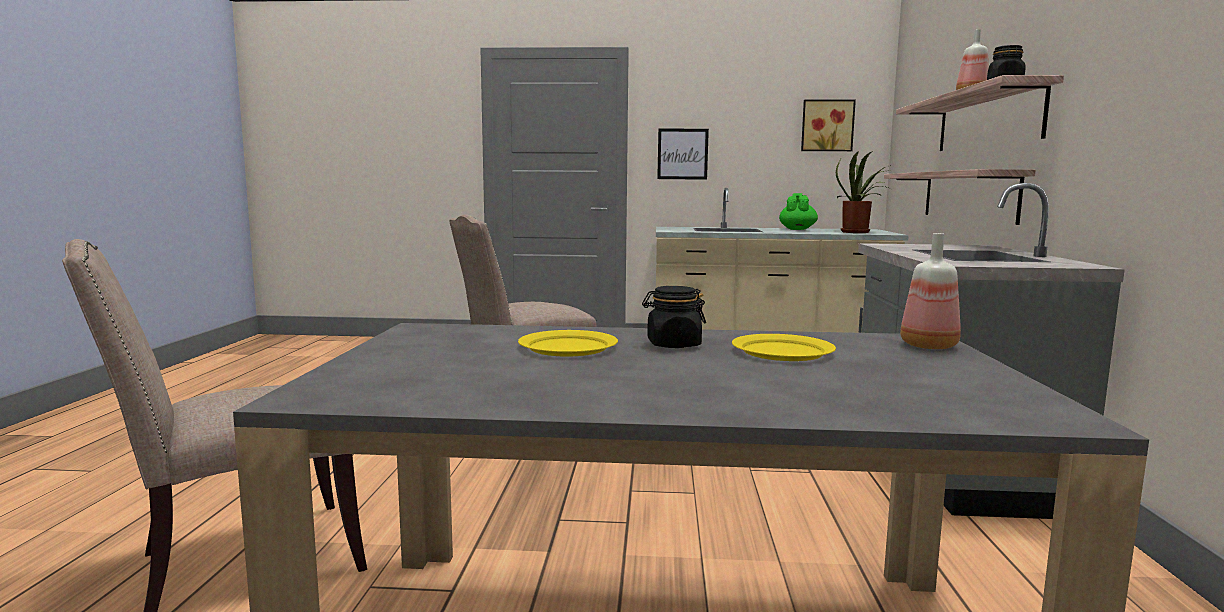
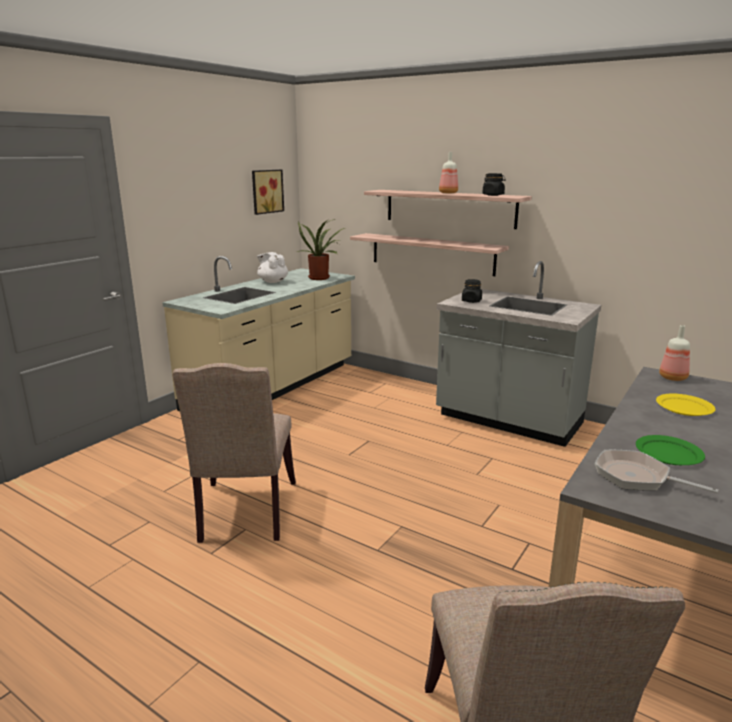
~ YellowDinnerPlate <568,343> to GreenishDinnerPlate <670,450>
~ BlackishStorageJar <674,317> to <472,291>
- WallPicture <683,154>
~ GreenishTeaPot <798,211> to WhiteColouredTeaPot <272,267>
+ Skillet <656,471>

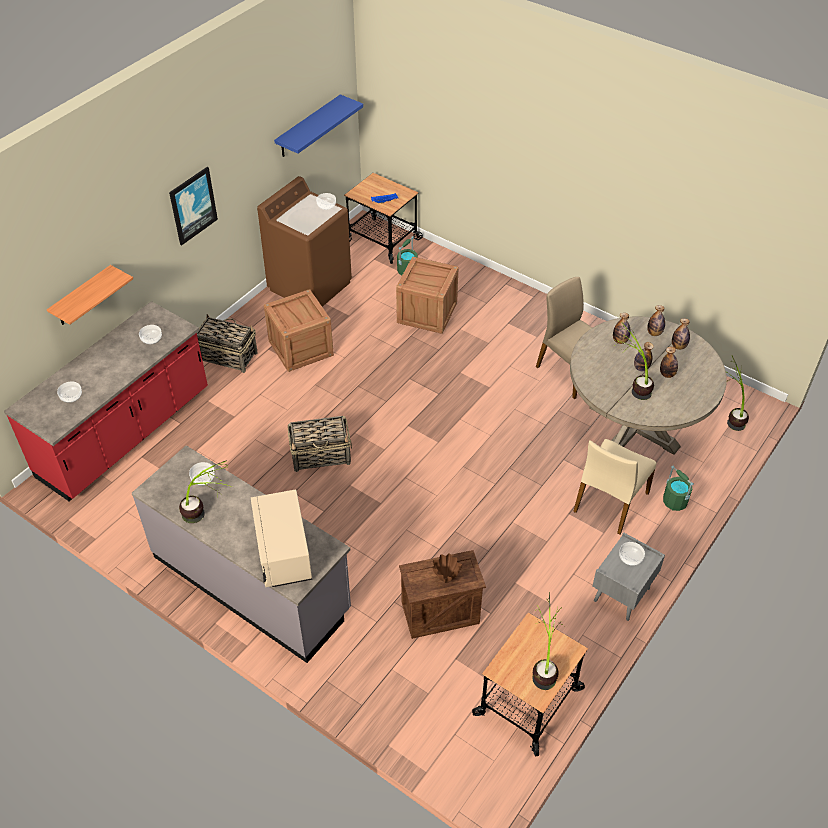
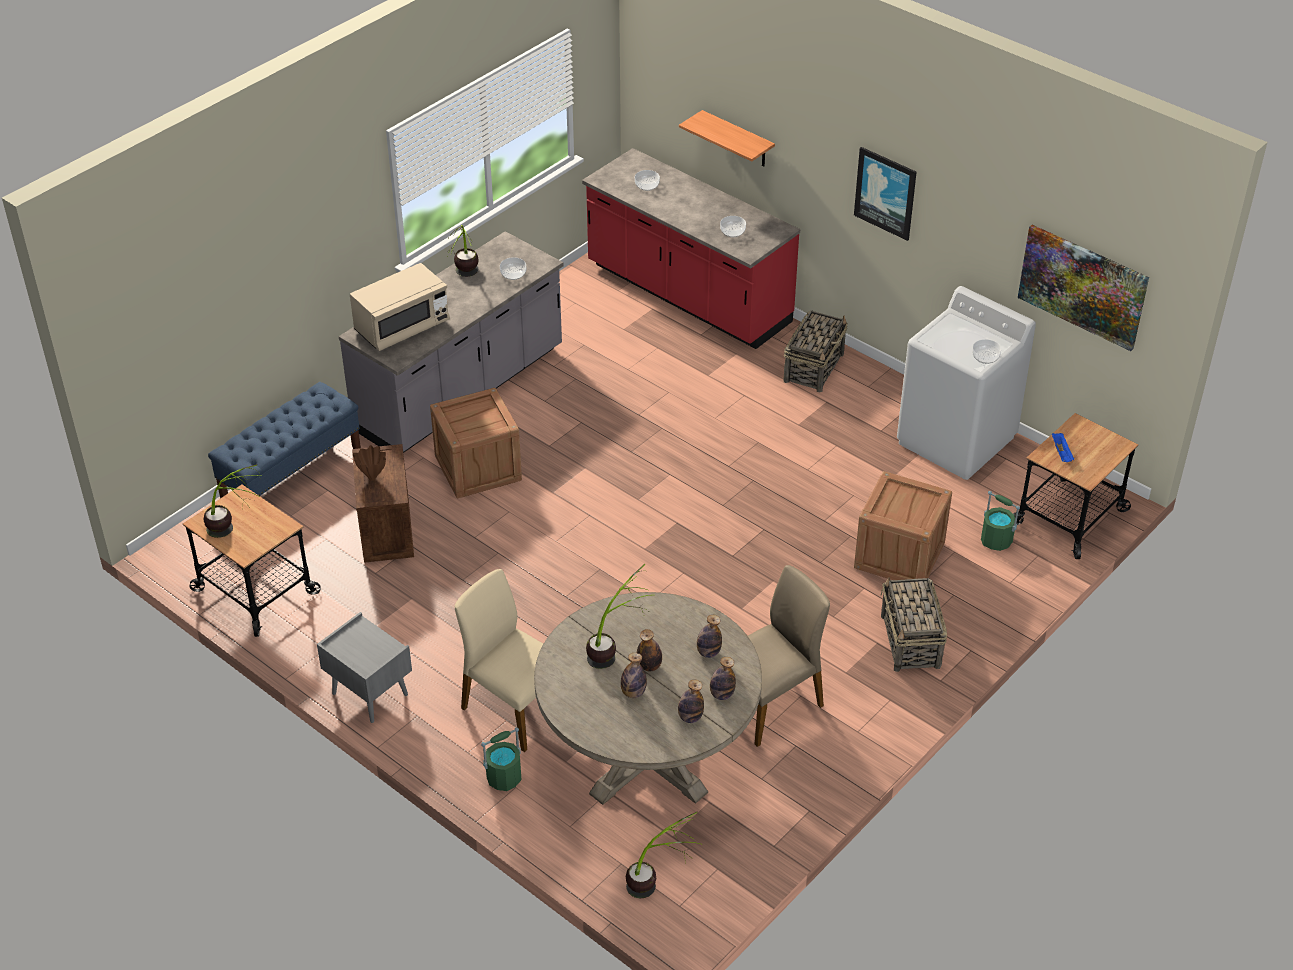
~ BeigeMicrowave <281,538> = <400,307> 150 degrees clockwise
~ BrownishLaundryMachine <304,241> to WhiteColouredLaundryMachine <966,383>
~ ShippingCrate <299,330> to <476,443>
~ BlueBracketShelf <318,125> to WallPicture <1083,288>
~ Basket <320,444> to <914,624>
- DeepDish <632,554>
+ BlueBench <284,440>

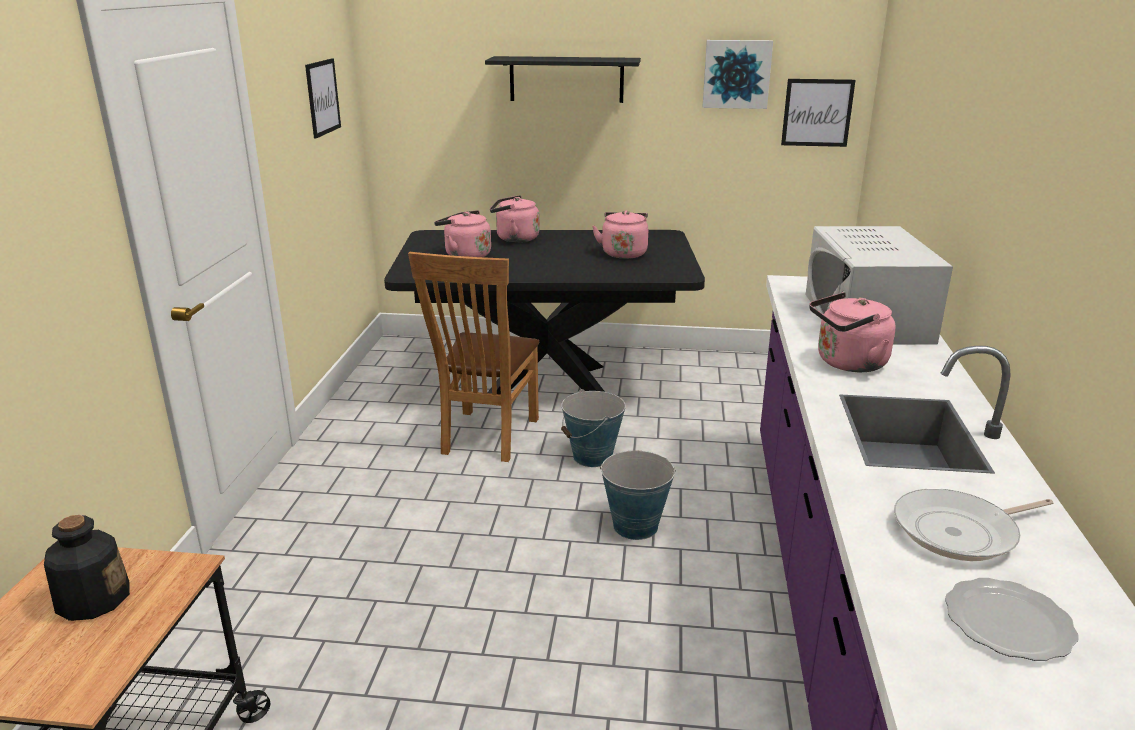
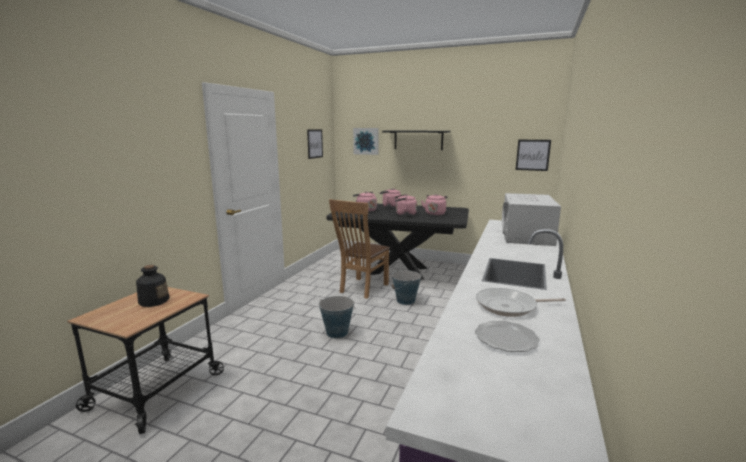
~ Bucket <638,495> to <337,317>
~ WallPicture <738,74> to <366,141>
~ PinkColouredWaterKettle <852,332> to <405,205>

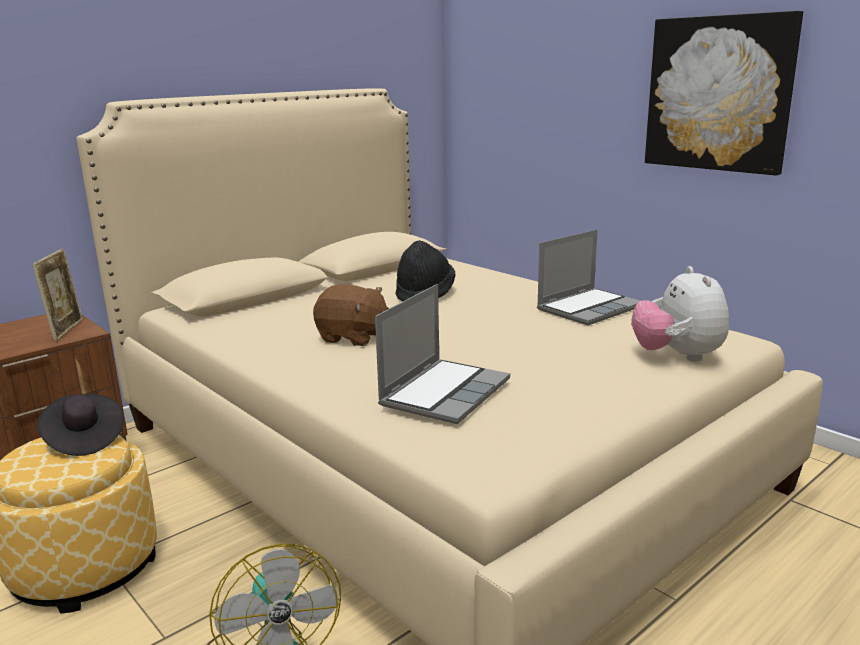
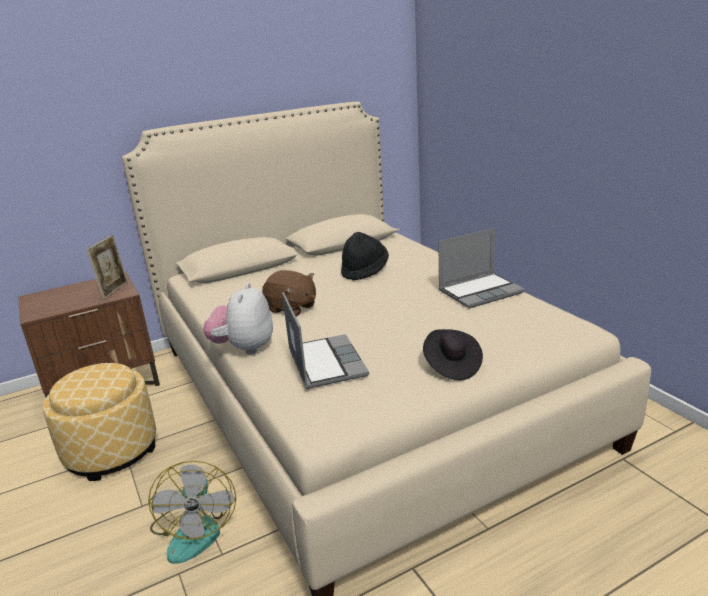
~ BlackishHat <80,425> to <453,355>
~ NotebookComputer <442,354> = <325,340> 60 degrees counterclockwise
~ PlushToy <680,314> to <238,319>
- WallPicture <724,93>

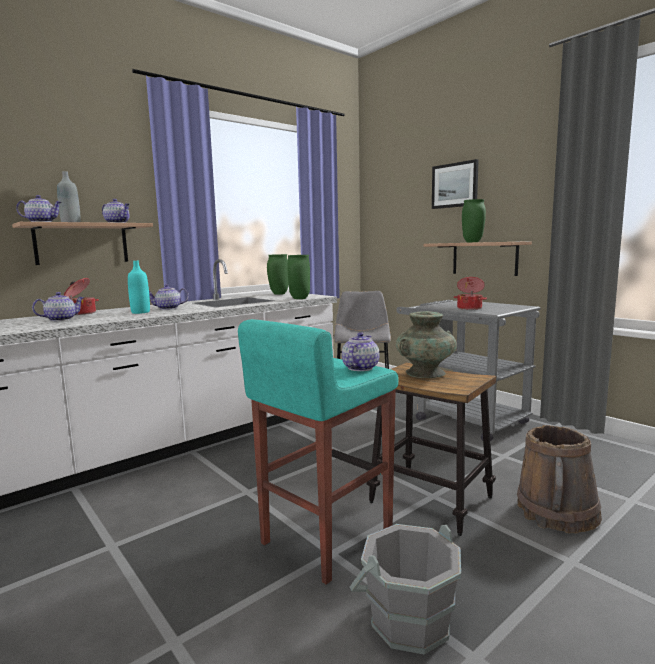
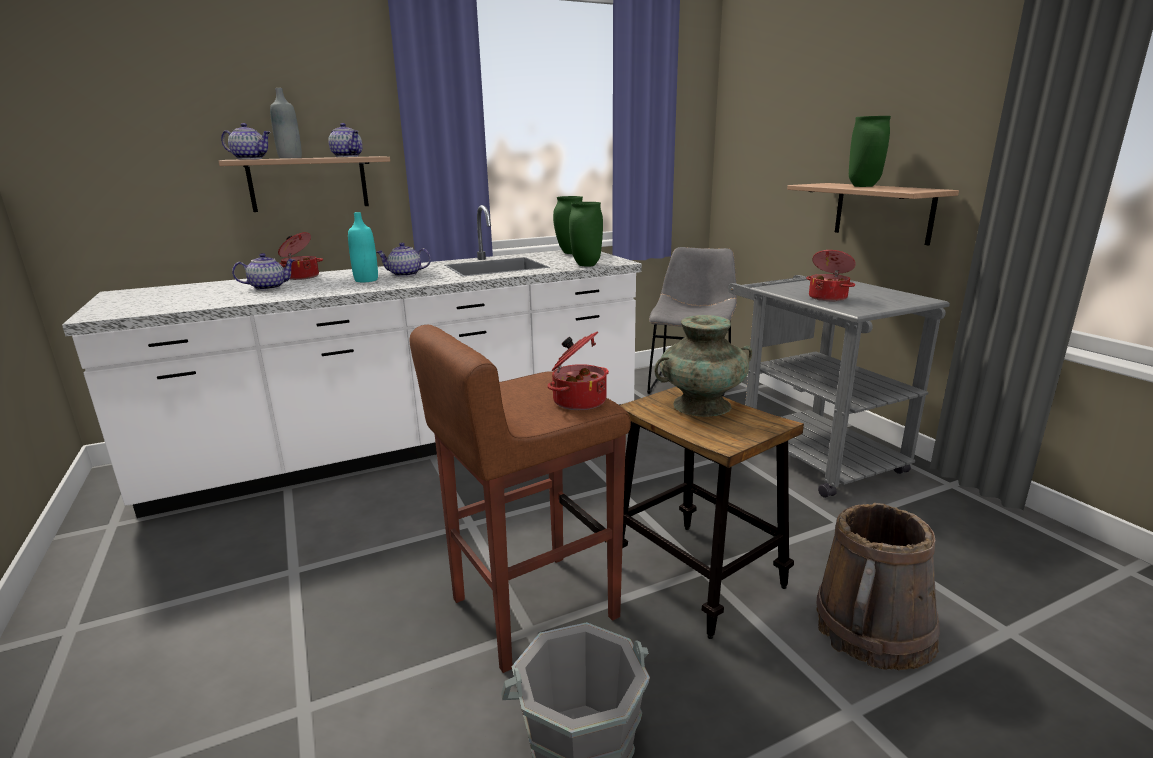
~ TurquoiseStool <318,452> to BrownishStool <520,499>
~ TeaPot <360,351> to Saucepot <578,371>
- WallPicture <455,184>

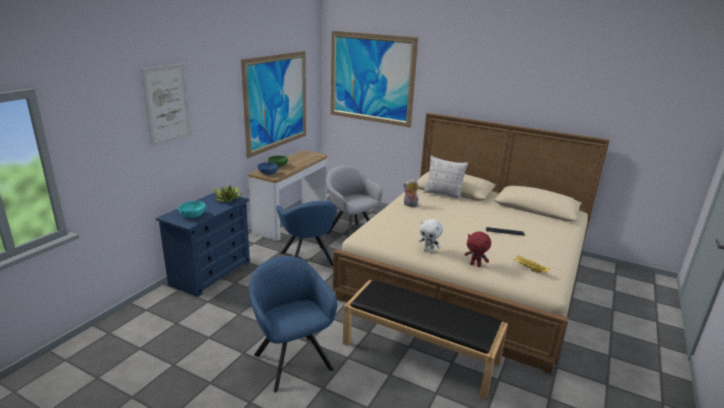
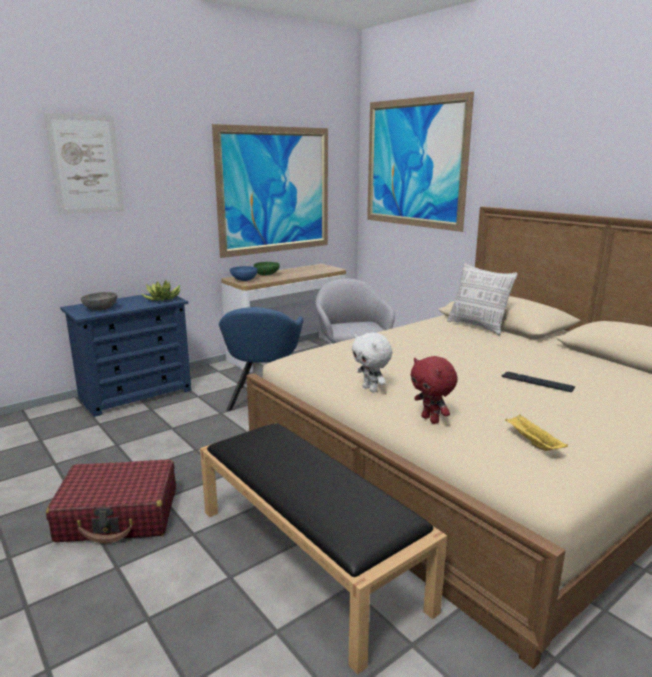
~ TurquoiseDeepDish <192,209> to GreyishDeepDish <99,301>
~ BlueEasyChair <293,324> to RedSuitcase <111,501>
- PlushToy <411,193>

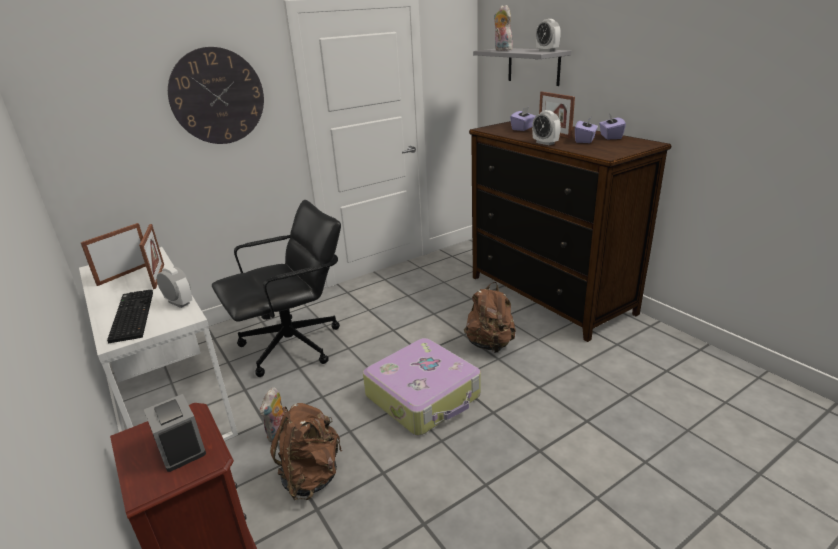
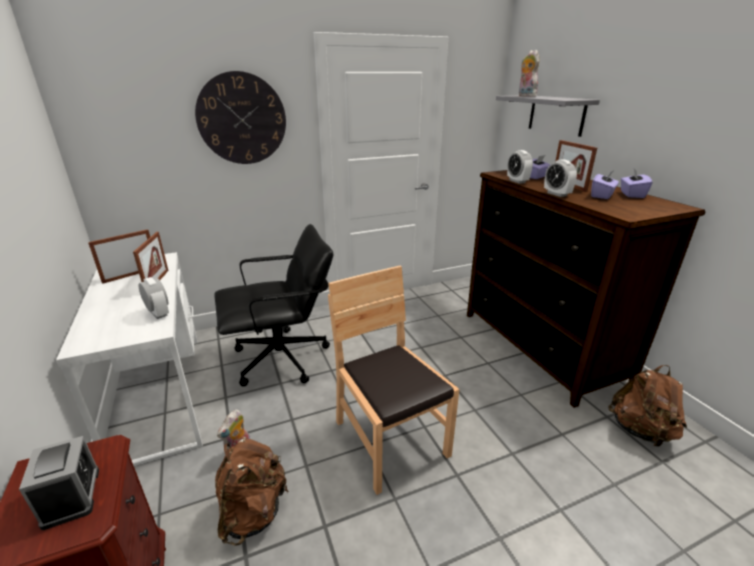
- PcKeyboard <130,316>
~ Suitcase <422,386> to BrownishPlainChair <393,380>
~ BrownishBackpack <490,317> to <647,406>
~ BedsideClock <548,35> to <520,167>

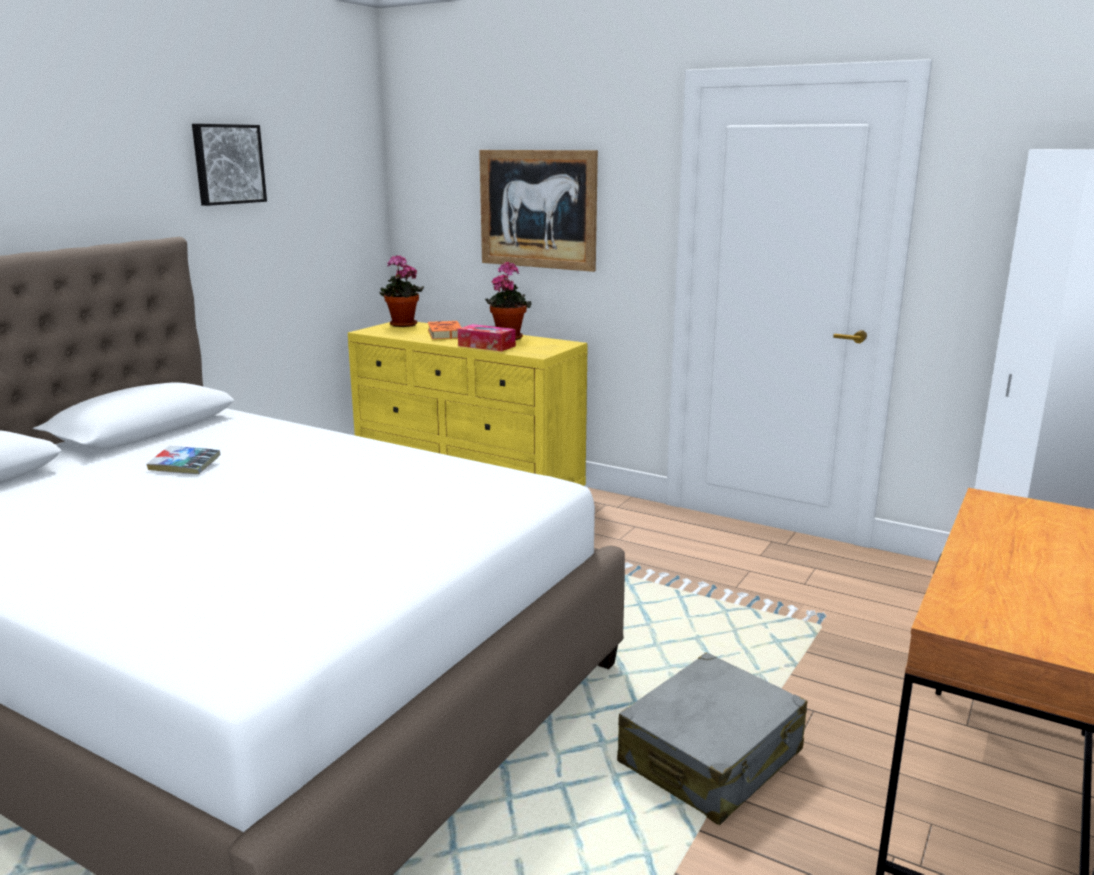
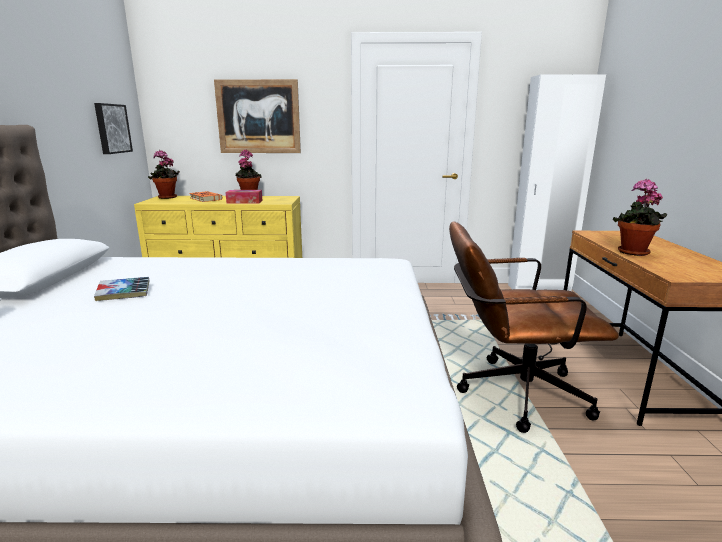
~ WallPicture <229,165> to <113,128>
~ GreyishSuitcase <712,738> to BrownishComputerChair <534,327>
+ PlantInAPot <640,217>

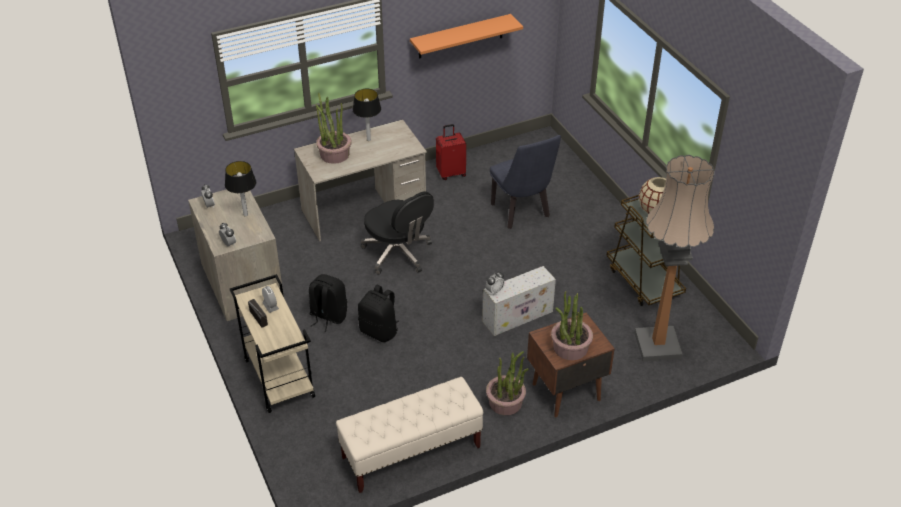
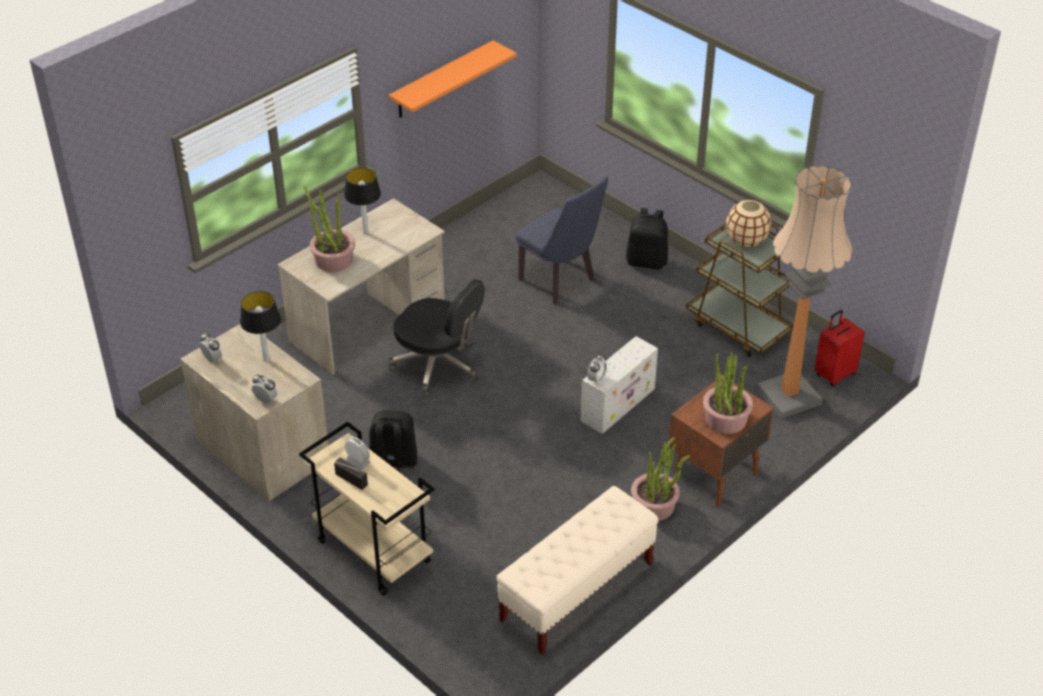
~ BlackishBackpack <378,313> to <647,239>
~ RedSuitcase <451,152> to <839,348>

